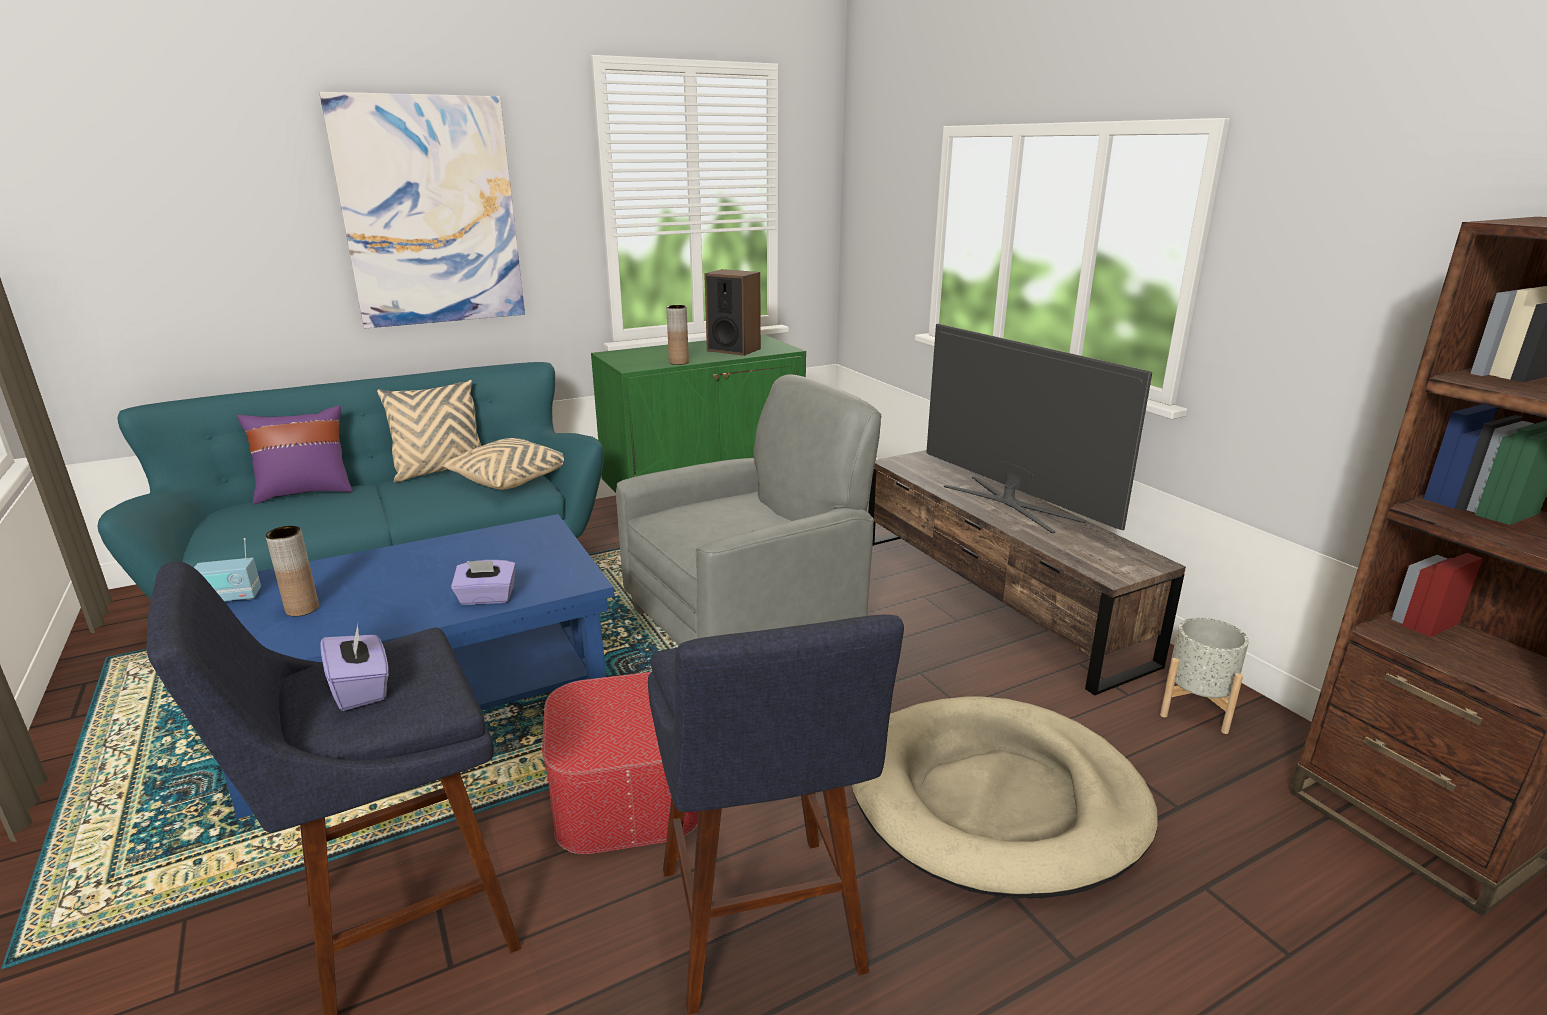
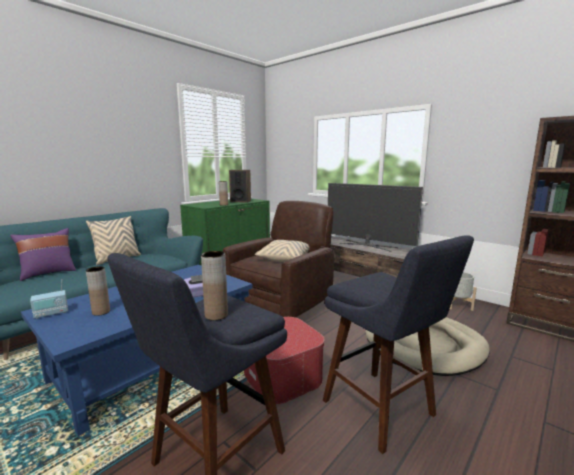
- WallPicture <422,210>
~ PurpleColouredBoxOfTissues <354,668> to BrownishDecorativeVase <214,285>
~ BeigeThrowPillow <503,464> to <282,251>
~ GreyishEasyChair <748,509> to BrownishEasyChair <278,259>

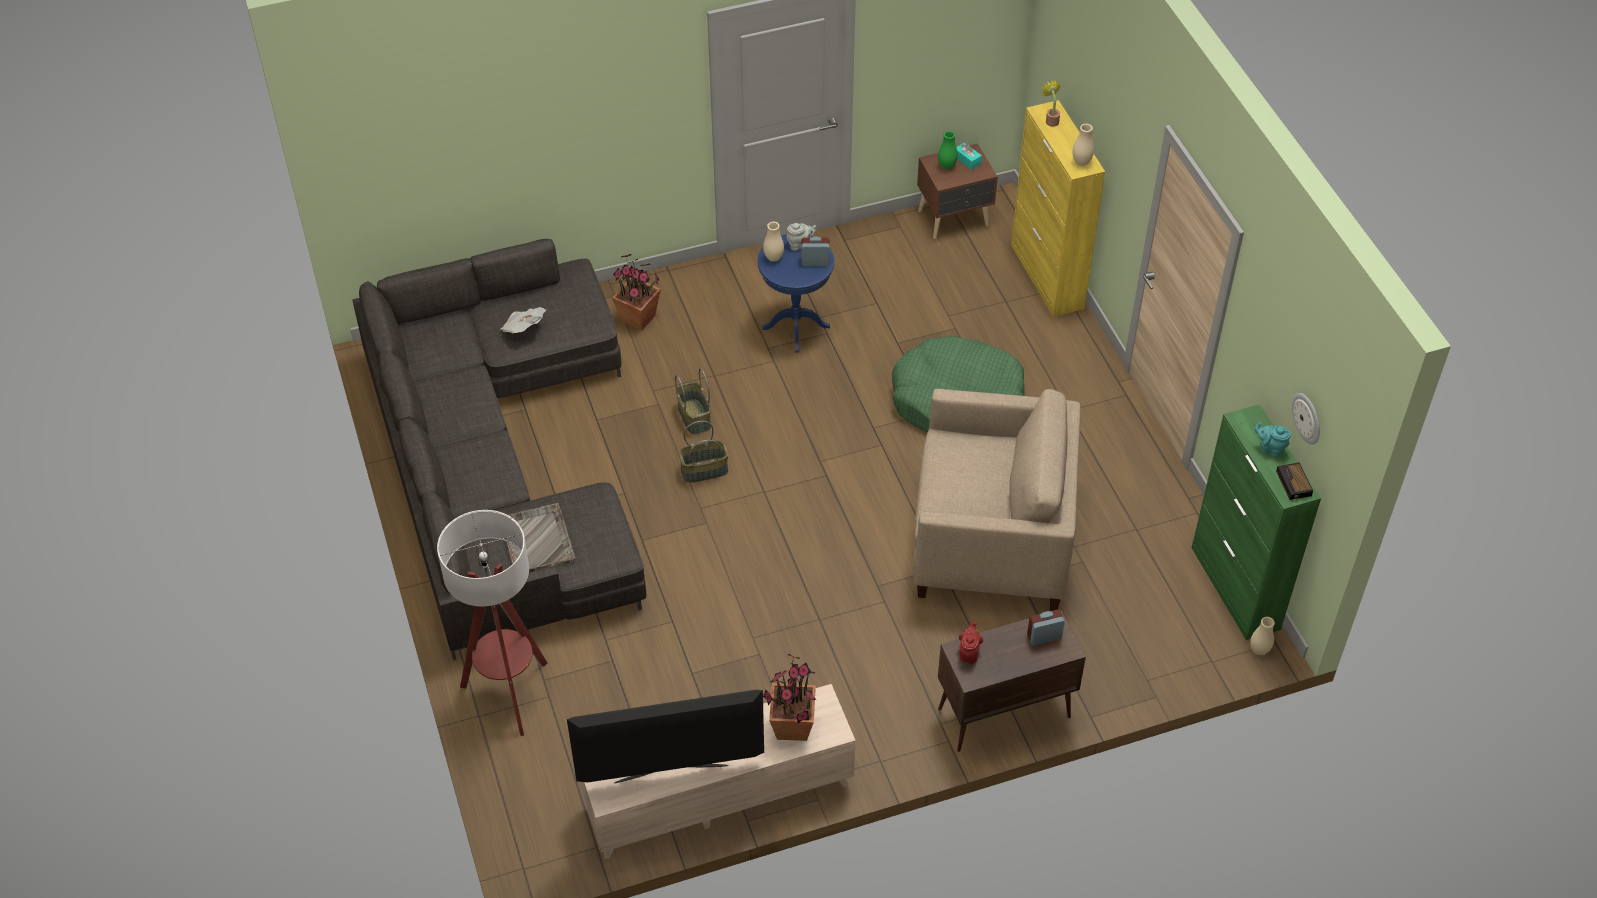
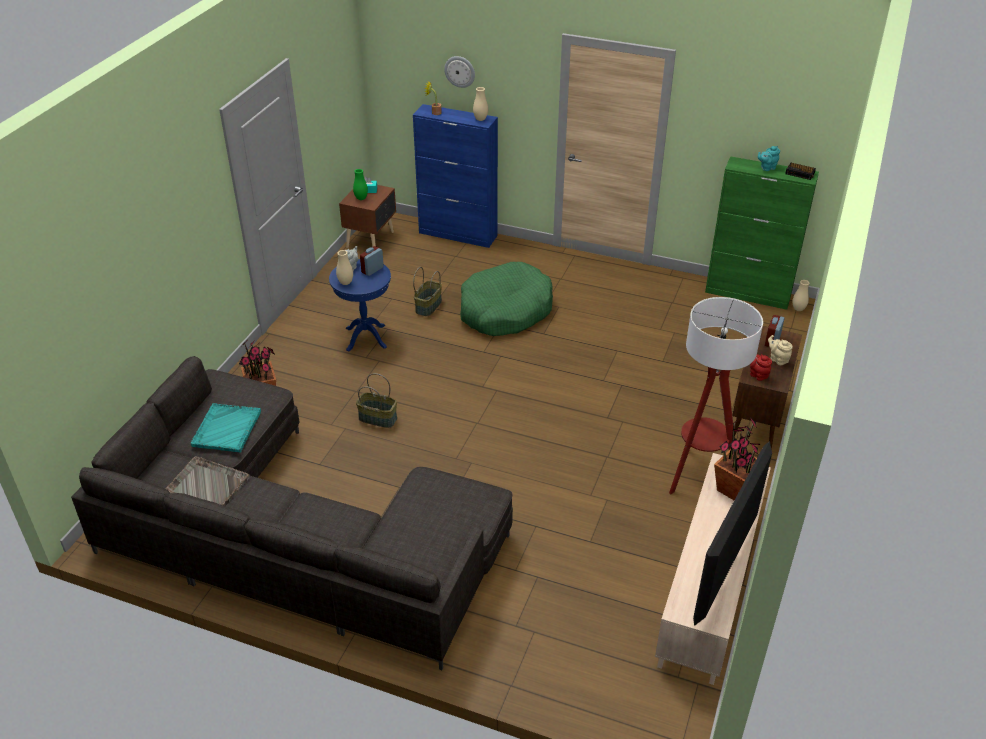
~ StandardLamp <492,623> to <716,395>
~ PrintedPaper <523,320> to TurquoiseTray <226,428>
~ GreyishTray <540,537> to <207,481>
~ Basket <704,452> to <427,291>
- BeigeEasyChair <997,500>
~ YellowCupboard <1058,208> to BlueCupboard <455,176>
~ ClockOnTheWall <1306,418> to <459,72>
+ BeigeTeaPot <780,350>

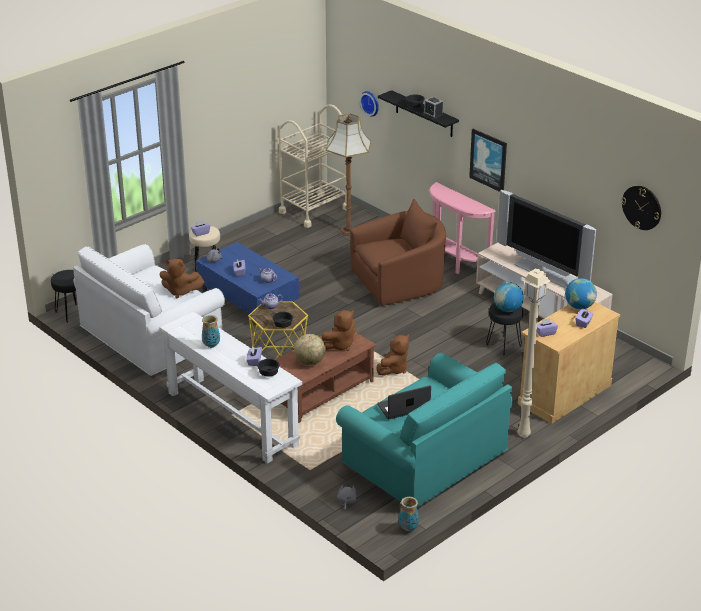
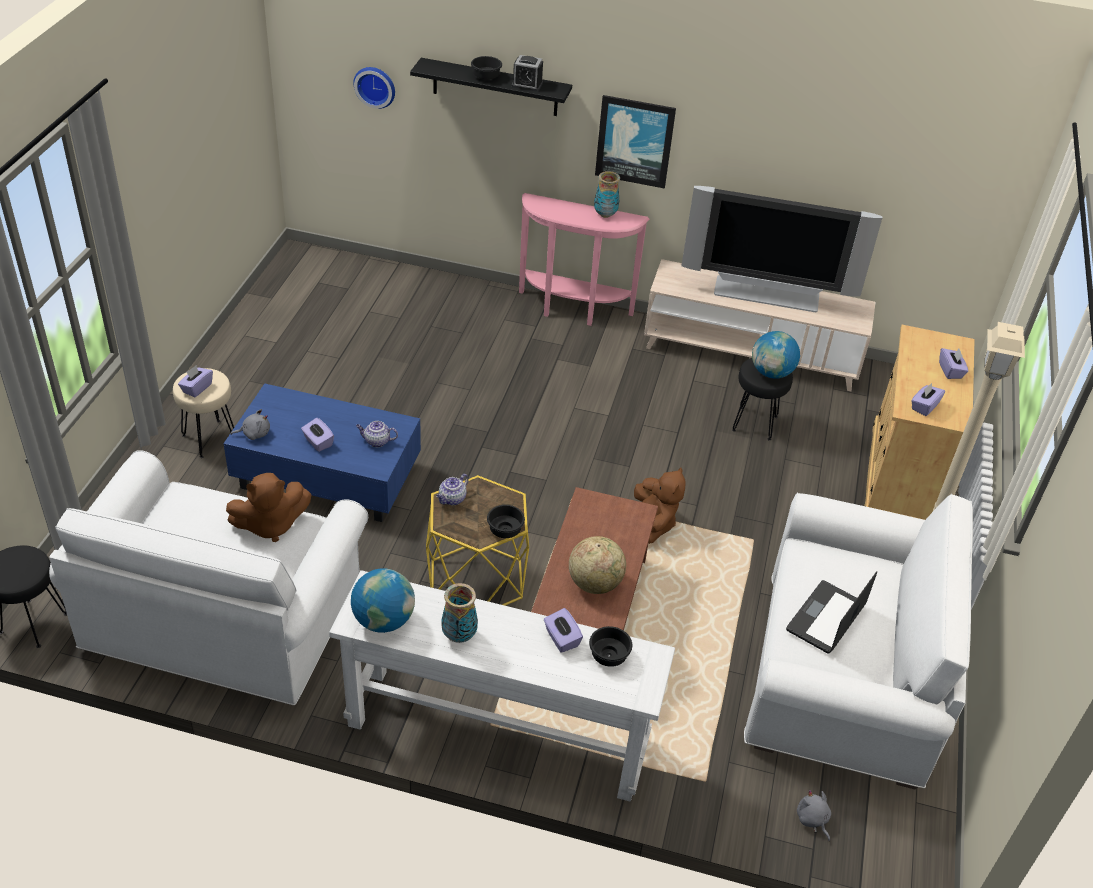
- BeigeTrolley <312,166>
- BrownishPlushToy <338,330>
- StandardLamp <348,174>
~ TurquoiseSofa <424,430> to WhiteColouredSofa <858,640>
- BrownishEasyChair <398,252>
~ DecorativeVase <409,514> to <607,194>
~ Globe <581,293> to <383,600>
- ClockOnTheWall <641,208>

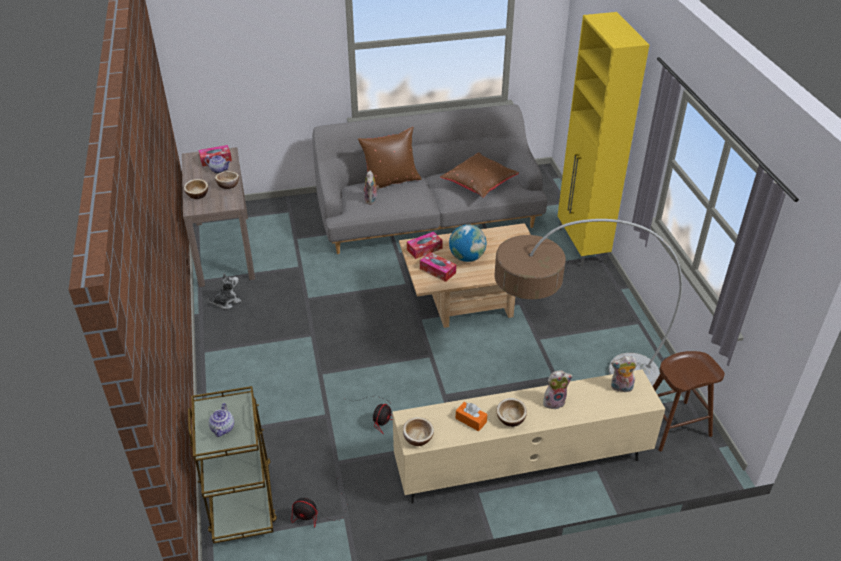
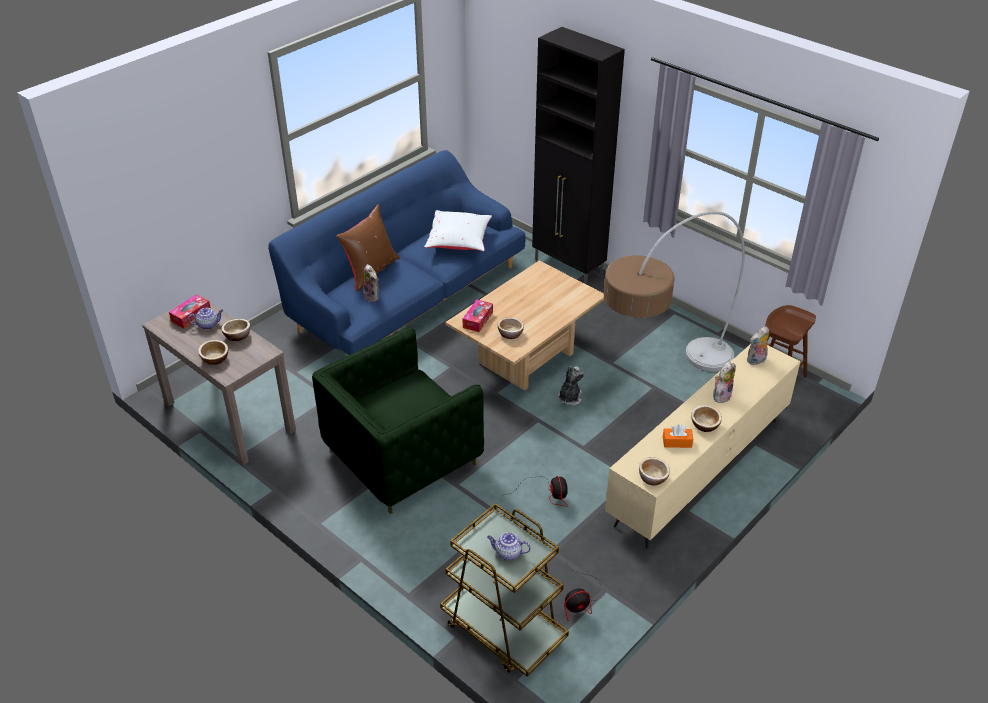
~ PlushToy <224,291> to <571,386>
~ TeaPot <221,420> = <509,546> 135 degrees clockwise
~ GreyishSofa <429,179> to BlueSofa <396,252>
~ BoxOfTissues <438,267> to DeepDish <511,328>
~ BrownishThrowPillow <479,175> to WhiteColouredThrowPillow <458,230>
- Globe <467,243>
~ YellowCupboard <603,139> to BlackishCupboard <578,156>
+ GreenishEasyChair <398,421>

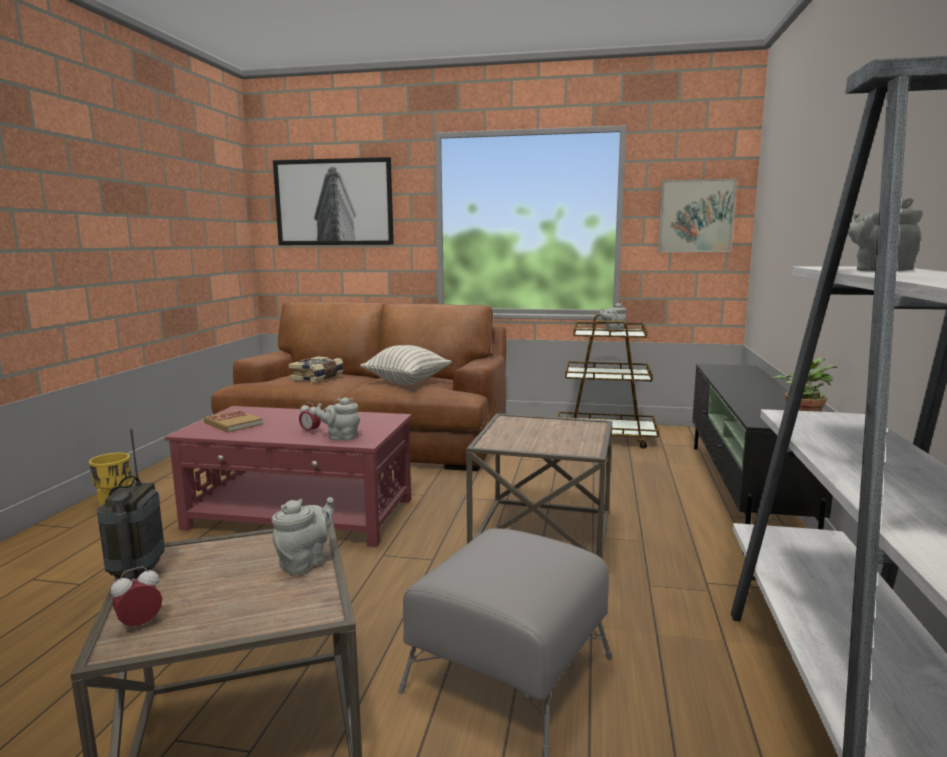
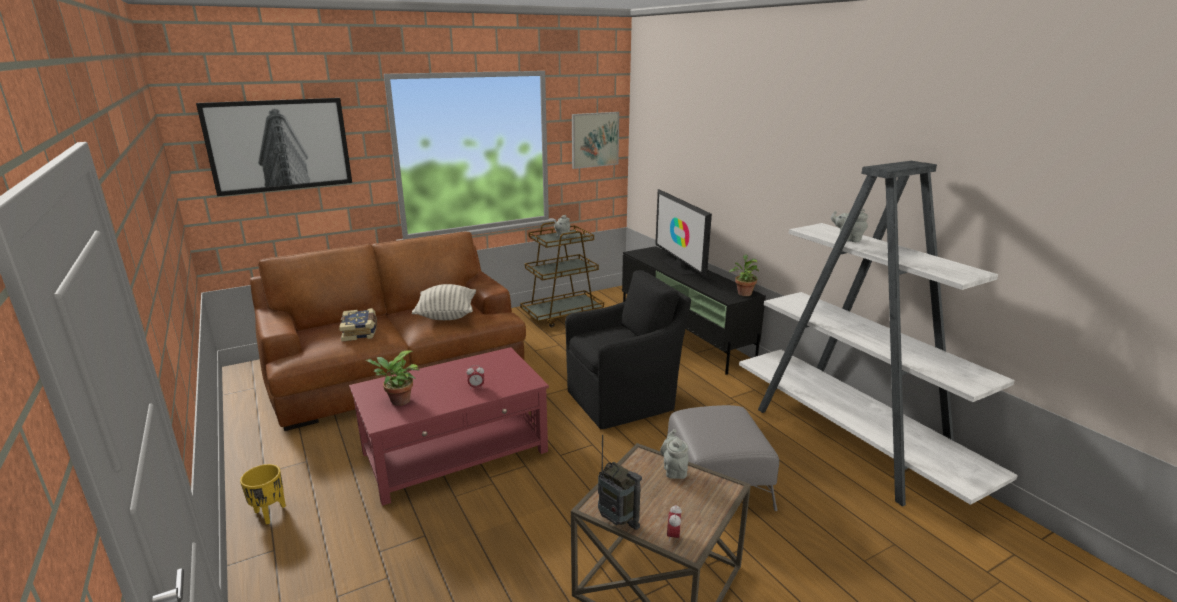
~ BoundBook <233,421> to PlantInAPot <392,378>
- GreyishTeaPot <337,419>
~ BrownishAccentTable <539,485> to BlackishEasyChair <628,349>
+ TvSet <683,233>

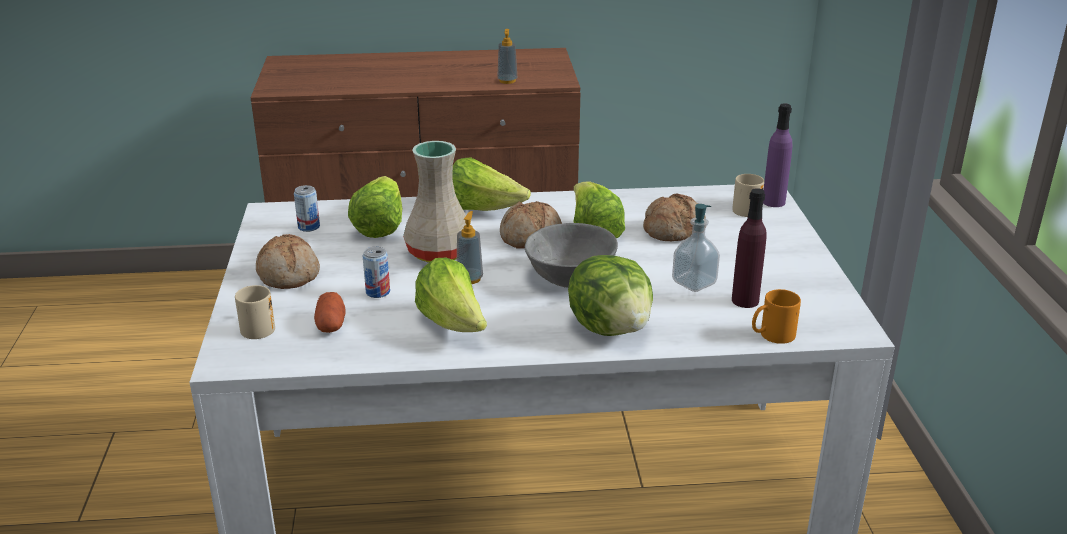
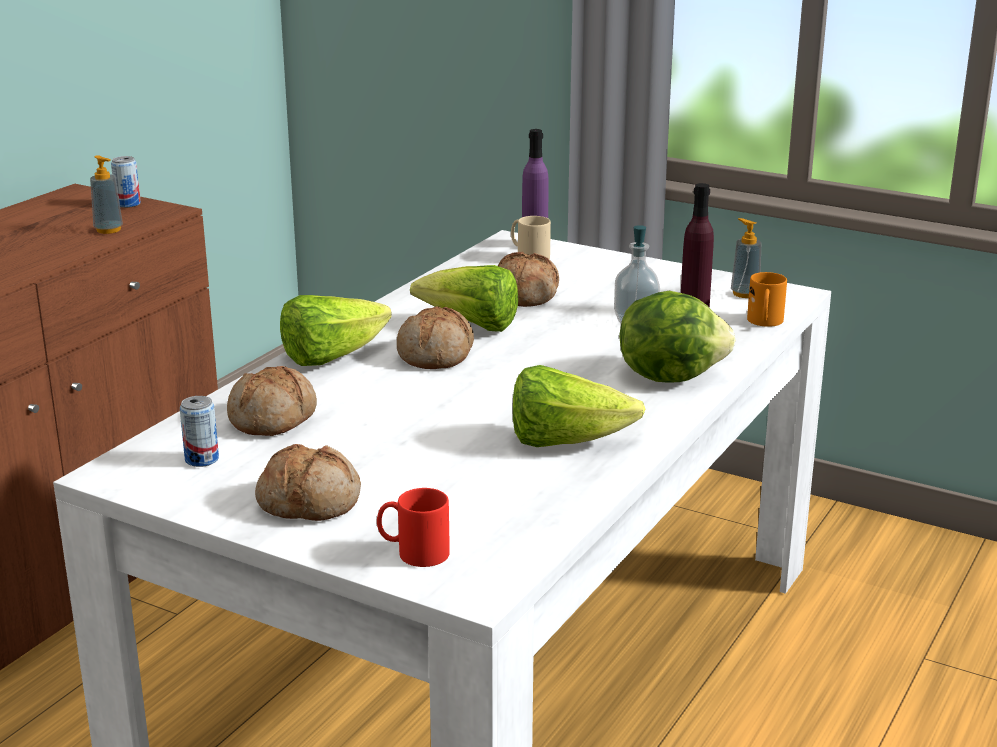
~ BeigeMug <255,312> to RedMug <413,527>
- Potato <330,312>
~ LettuceHead <375,207> to BakedBread <272,401>
~ Can <376,272> to <126,182>
- BeigeDecorativeVase <434,202>
~ SoapBottle <470,247> to <746,258>
- GreyishDeepDish <571,255>

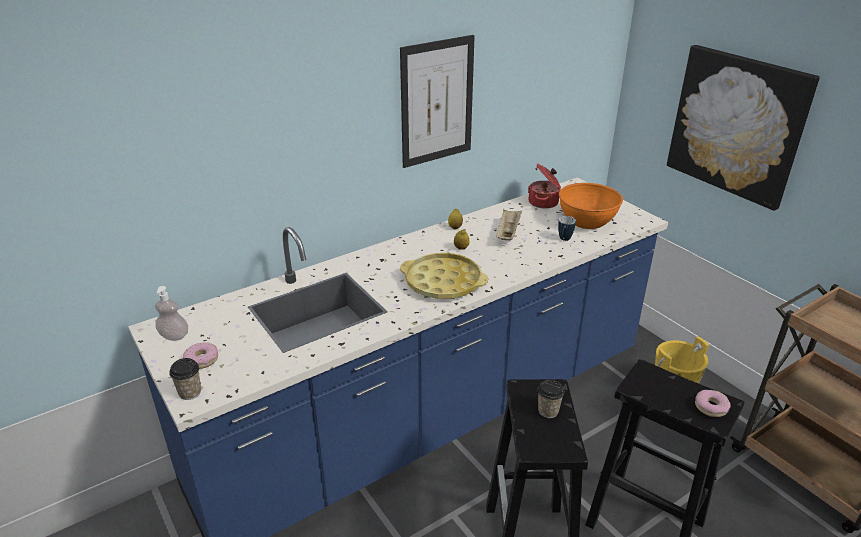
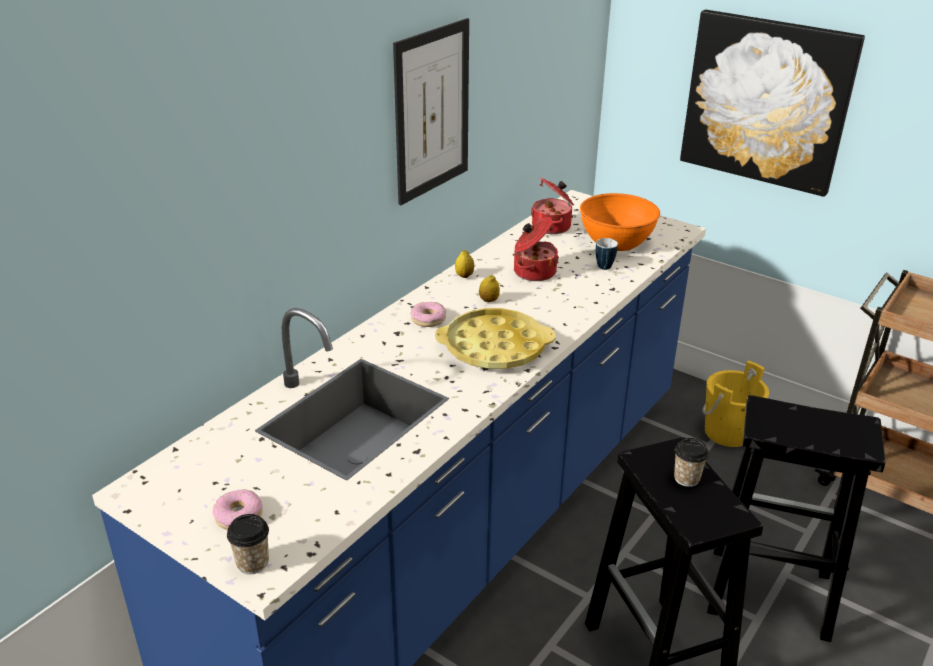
- SoapBottle <171,313>
~ BeigeTray <509,225> to Saucepot <536,249>
~ RingDoughnut <713,403> to <428,314>

